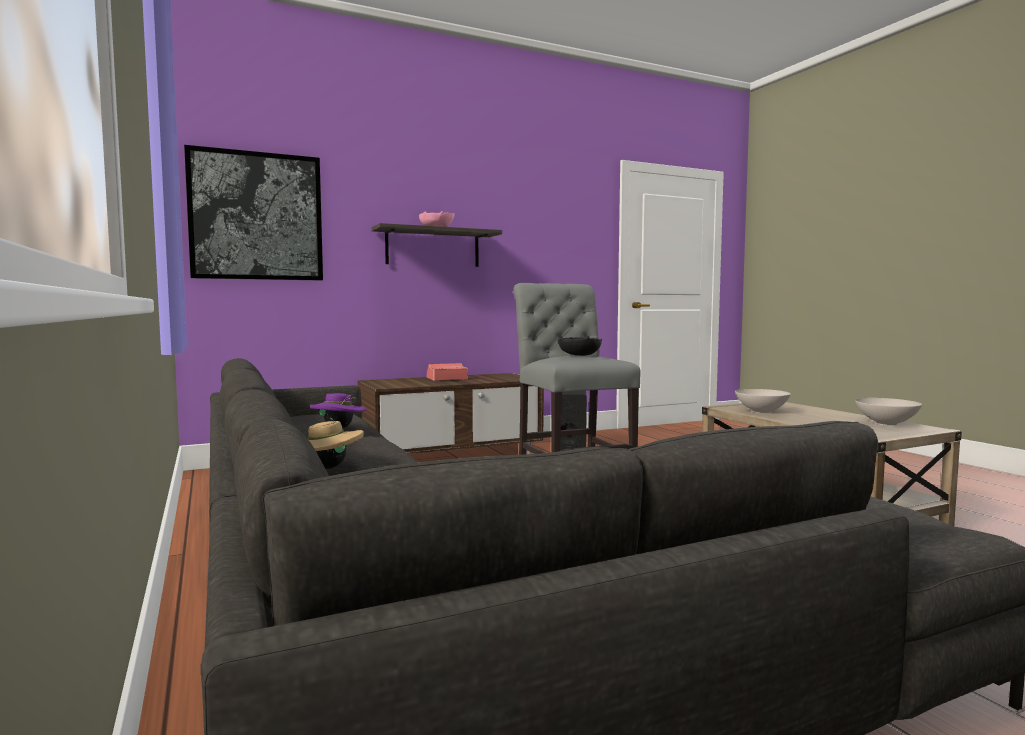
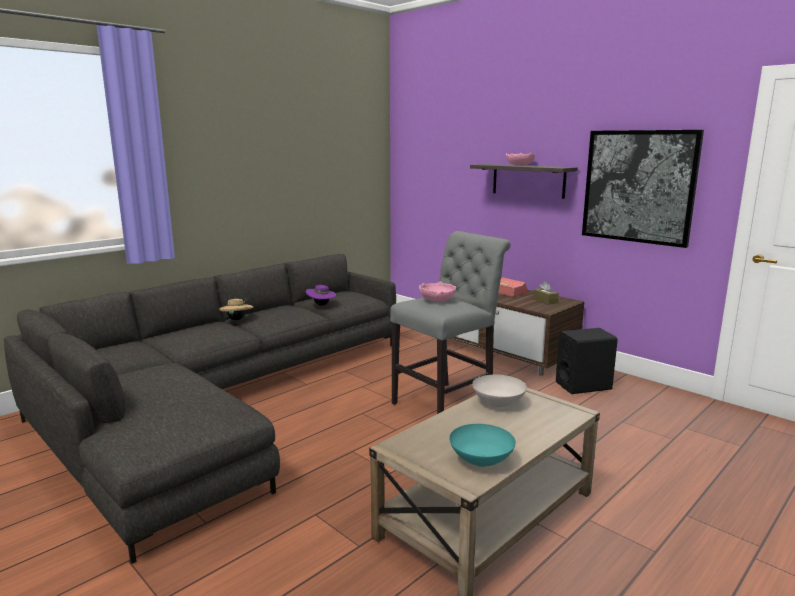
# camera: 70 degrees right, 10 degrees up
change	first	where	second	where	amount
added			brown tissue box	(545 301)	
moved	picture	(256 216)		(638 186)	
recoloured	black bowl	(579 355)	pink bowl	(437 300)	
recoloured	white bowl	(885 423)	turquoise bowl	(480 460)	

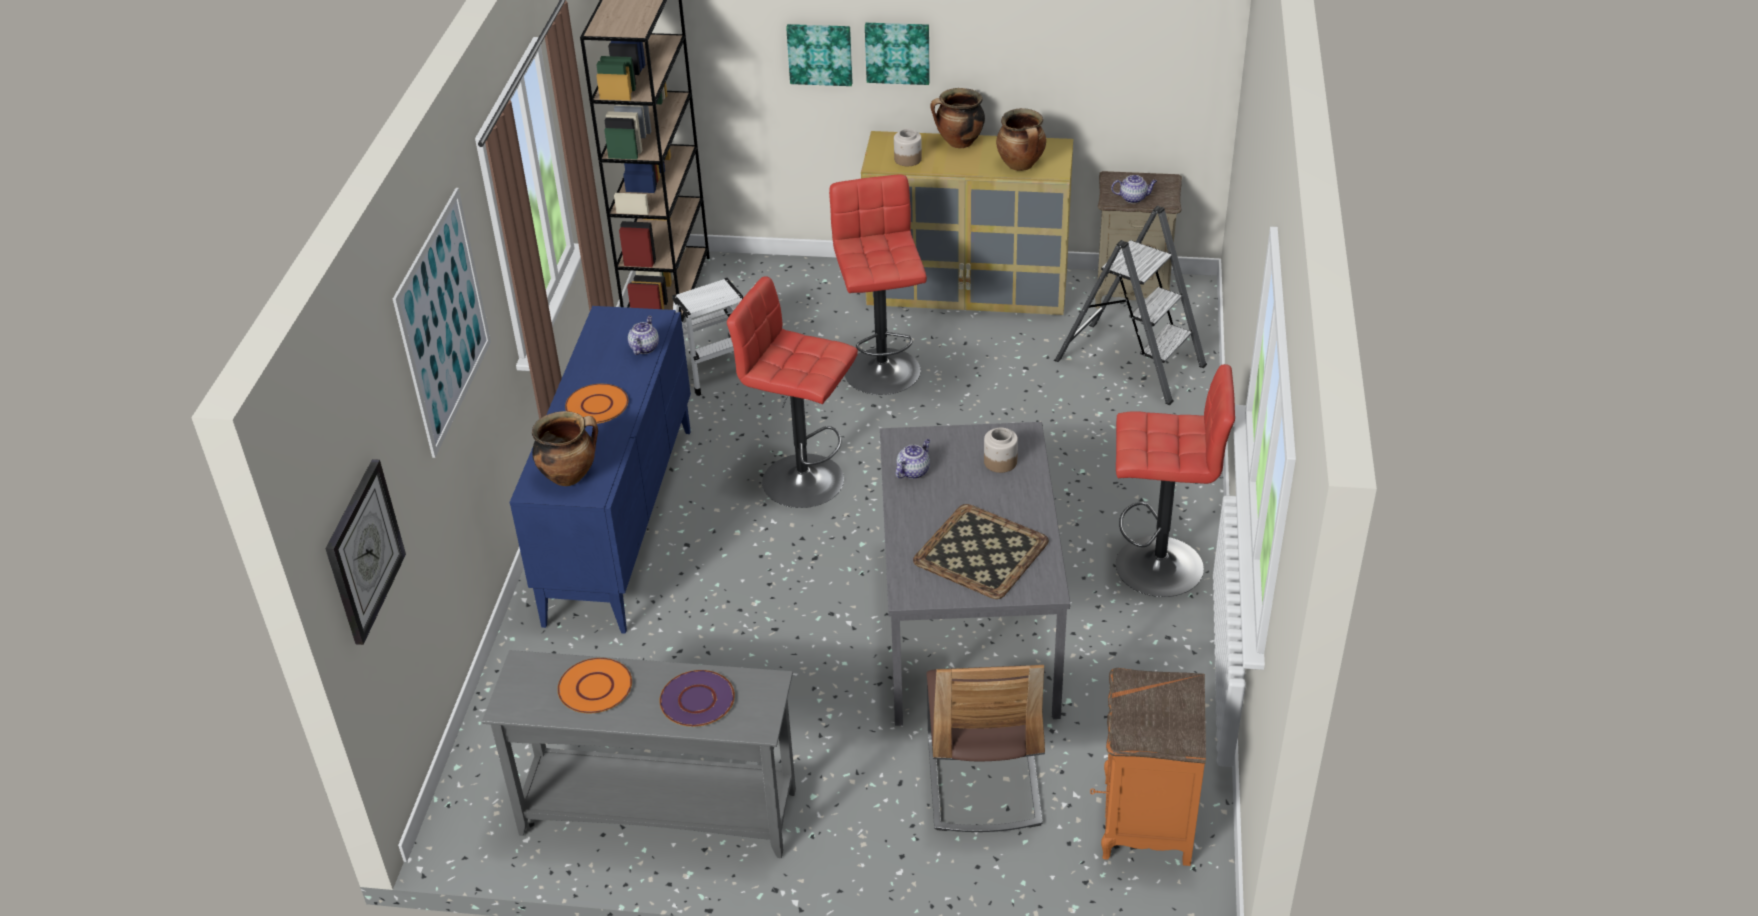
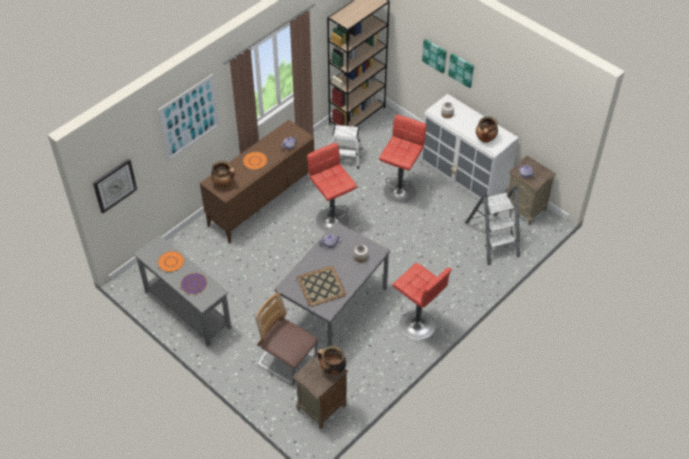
# camera: 35 degrees right, 10 degrees up
change	first	where	second	where	amount
moved	cooking pot	(958 143)		(332 369)	
recoloured	blue dresser	(619 522)	brown dresser	(262 201)	
recoloured	yellow cabinet	(968 290)	white cabinet	(464 173)	
recoloured	orange nightstand	(1144 823)	beige nightstand	(321 407)	
turned	chair	(983 780)		(287 361)	90 degrees clockwise

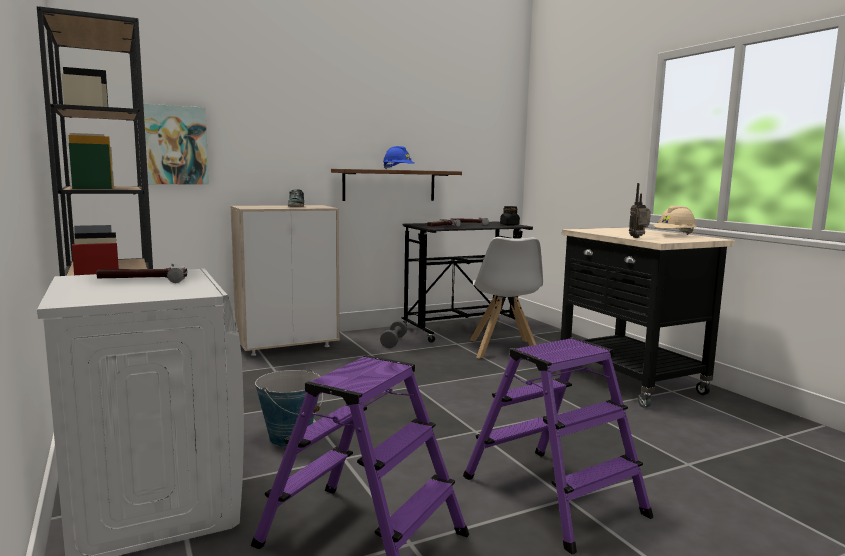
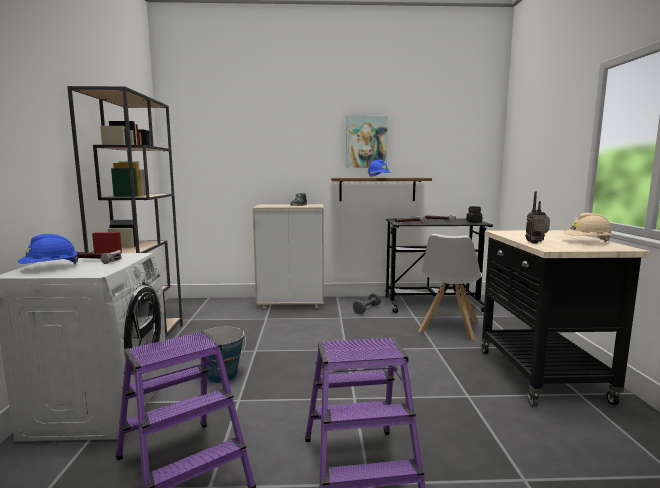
# camera: 25 degrees right, 0 degrees up
change	first	where	second	where	amount
added			blue hard hat	(50 268)	
moved	picture	(174 145)		(366 142)	

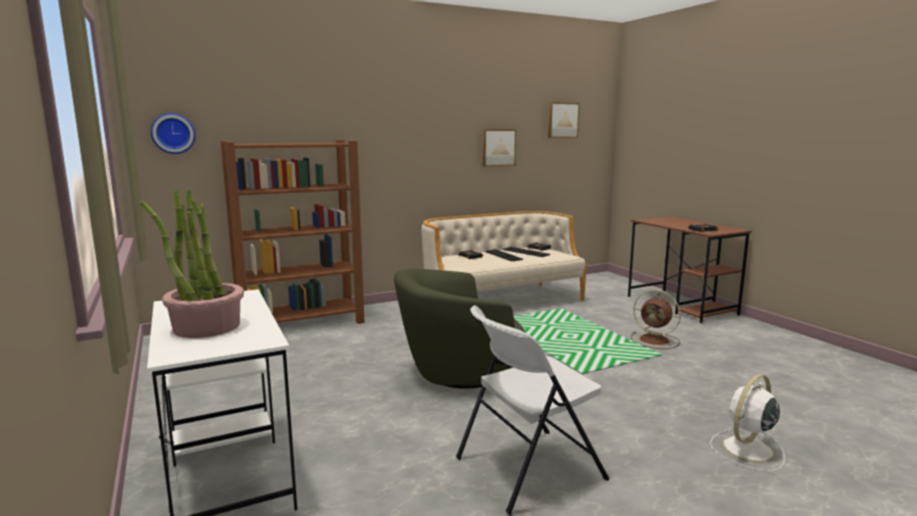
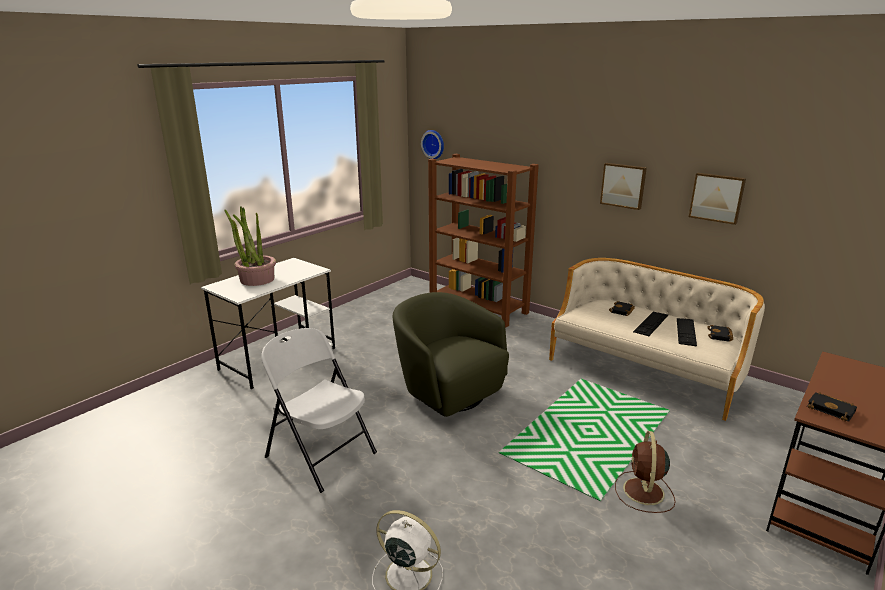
# camera: 65 degrees right, 10 degrees up
change	first	where	second	where	amount
moved	picture	(562 120)		(623 185)	

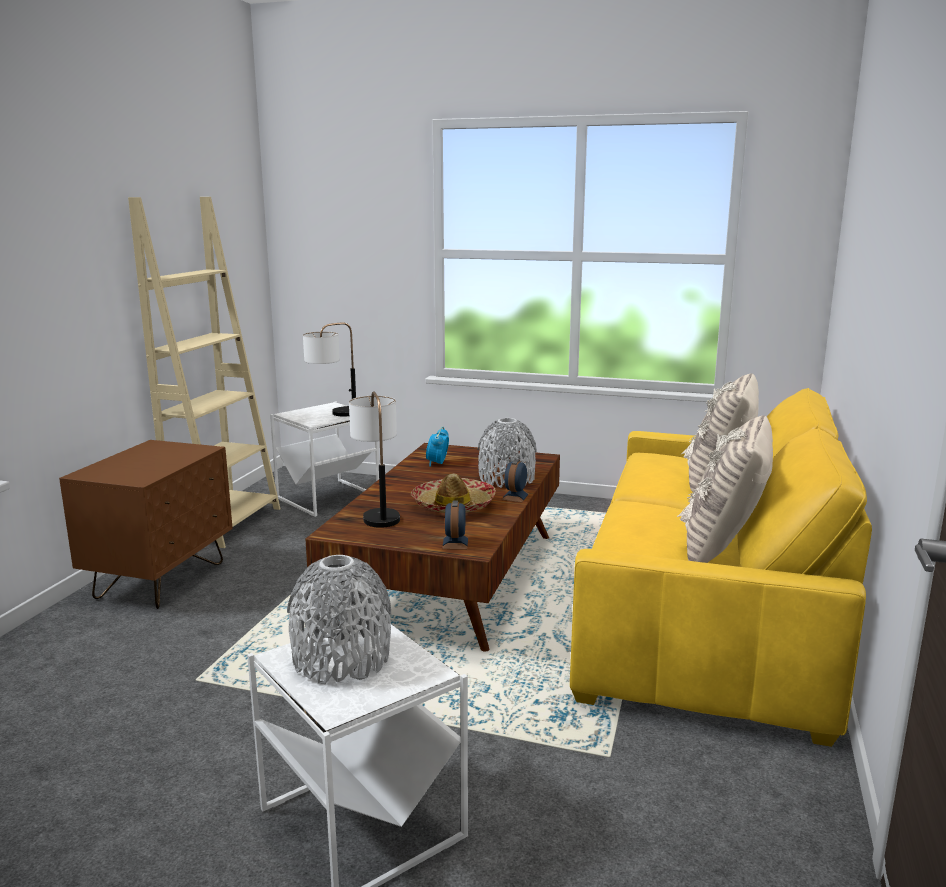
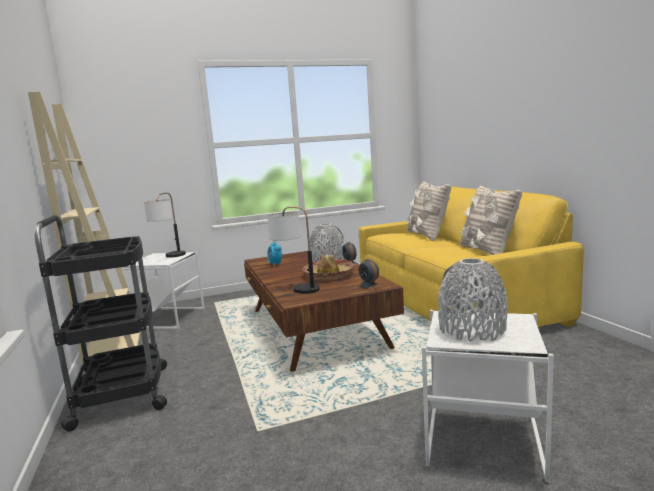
# camera: 35 degrees left, 5 degrees down
change	first	where	second	where	amount
replaced	brown nightstand	(161 580)	black cart	(122 395)	

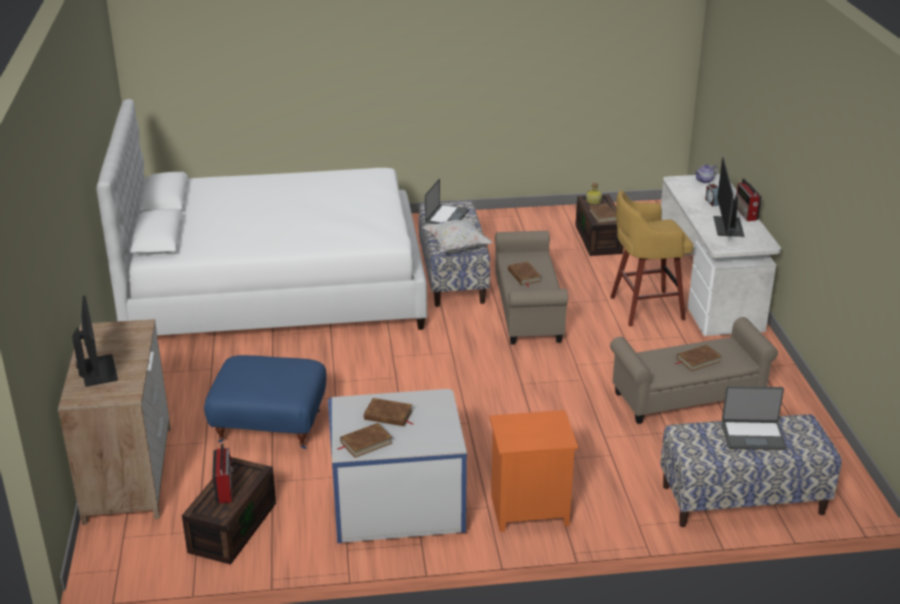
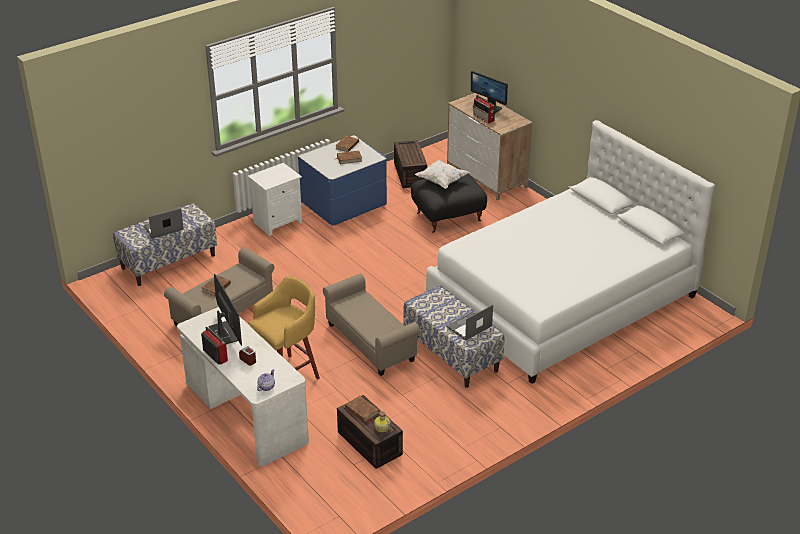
# camera: 150 degrees right, 5 degrees up
change	first	where	second	where	amount
removed	brown book	(524 276)			
moved	radio	(224 488)		(484 118)	
moved	white pillow	(457 246)		(441 181)	
recoloured	blue ottoman	(269 428)	black ottoman	(448 216)	
recoloured	orange nightstand	(528 511)	white nightstand	(278 222)	
turned	laptop	(447 216)		(469 327)	60 degrees clockwise

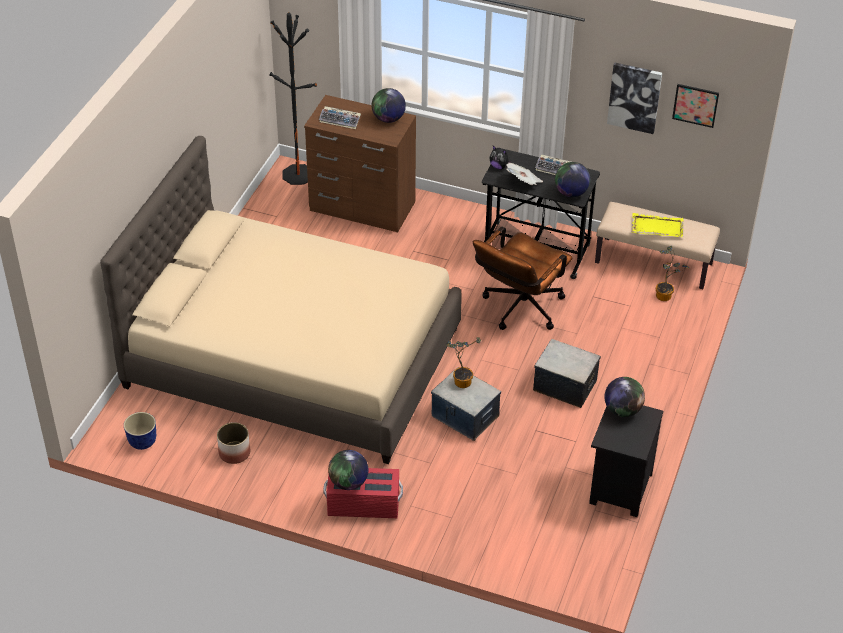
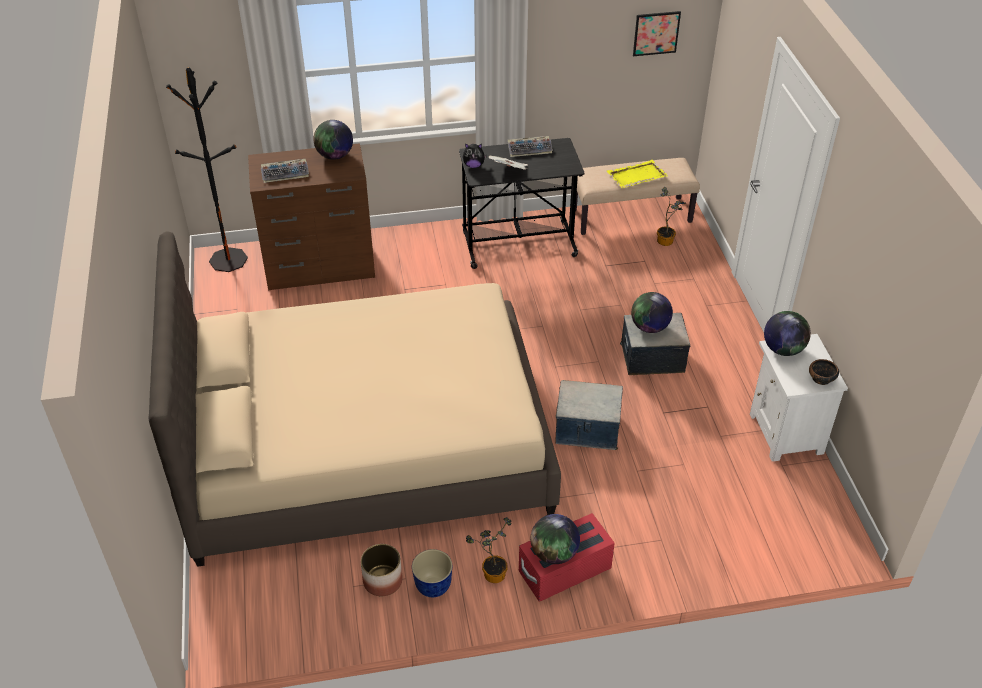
# camera: 30 degrees left, 0 degrees up
change	first	where	second	where	amount
removed	brown office chair	(518 310)			
removed	picture	(634 97)			
added			bowl	(821 379)	
moved	planter	(142 442)		(432 586)	
moved	potted plant	(461 380)		(491 573)	
moved	globe	(571 193)		(649 327)	
recoloured	black nightstand	(618 489)	white nightstand	(784 434)	

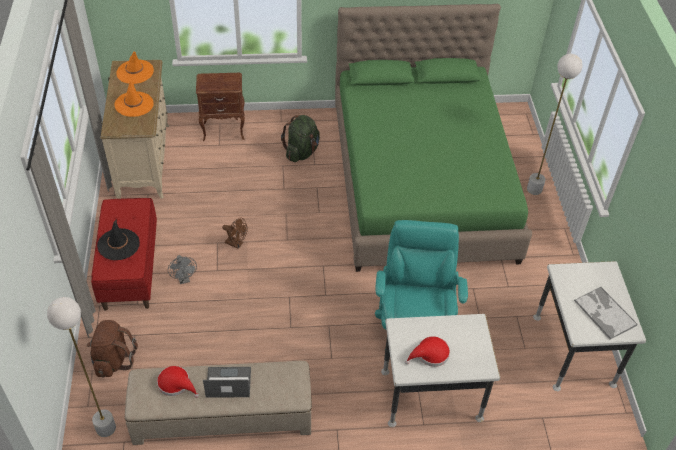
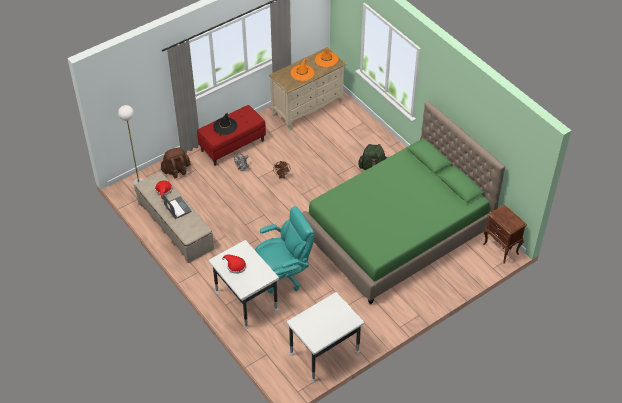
# camera: 60 degrees right, 0 degrees up
change	first	where	second	where	amount
removed	white floor lamp	(534 189)			
removed	tray	(604 313)			
moved	brown nightstand	(224 131)		(501 249)	

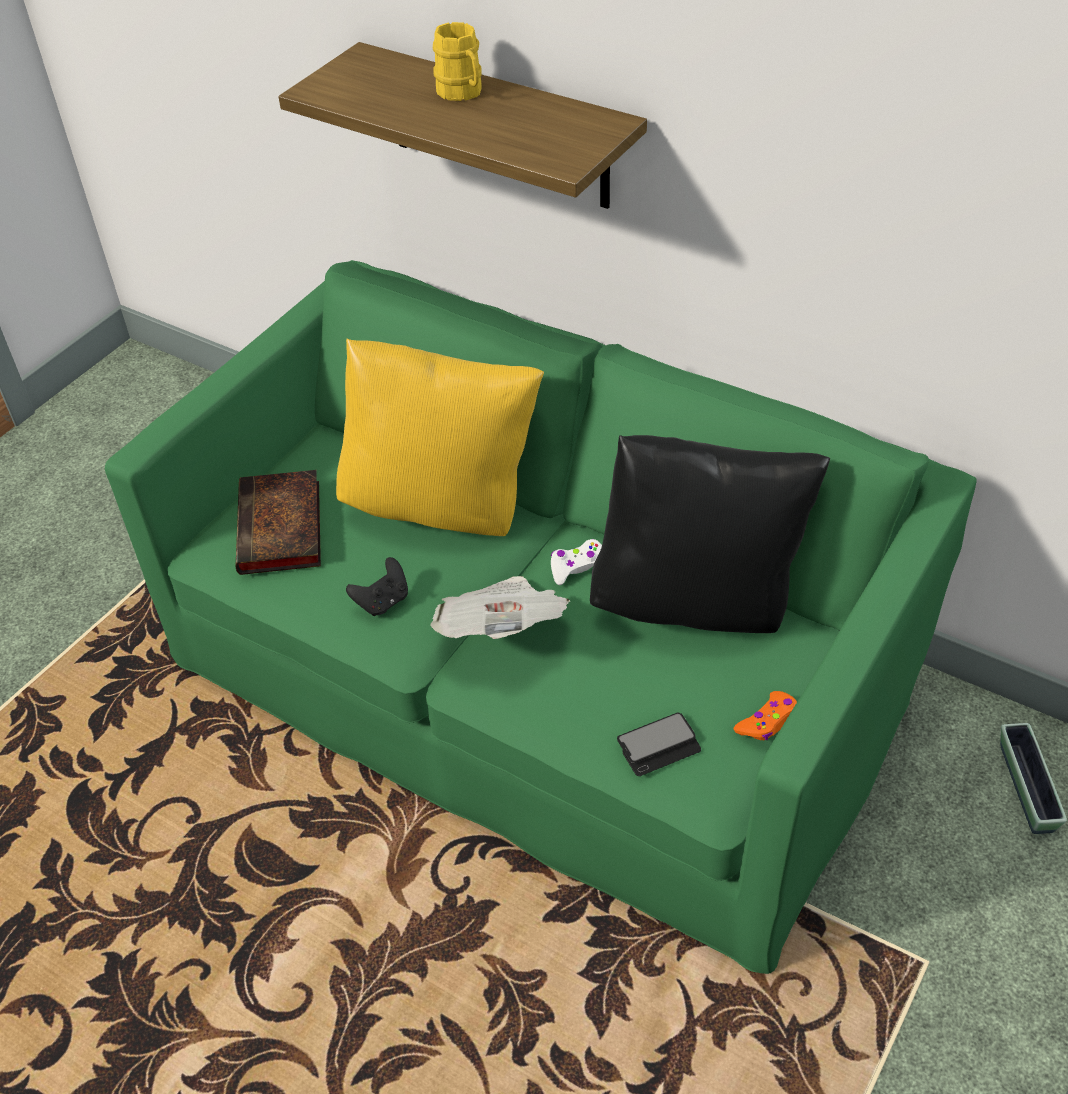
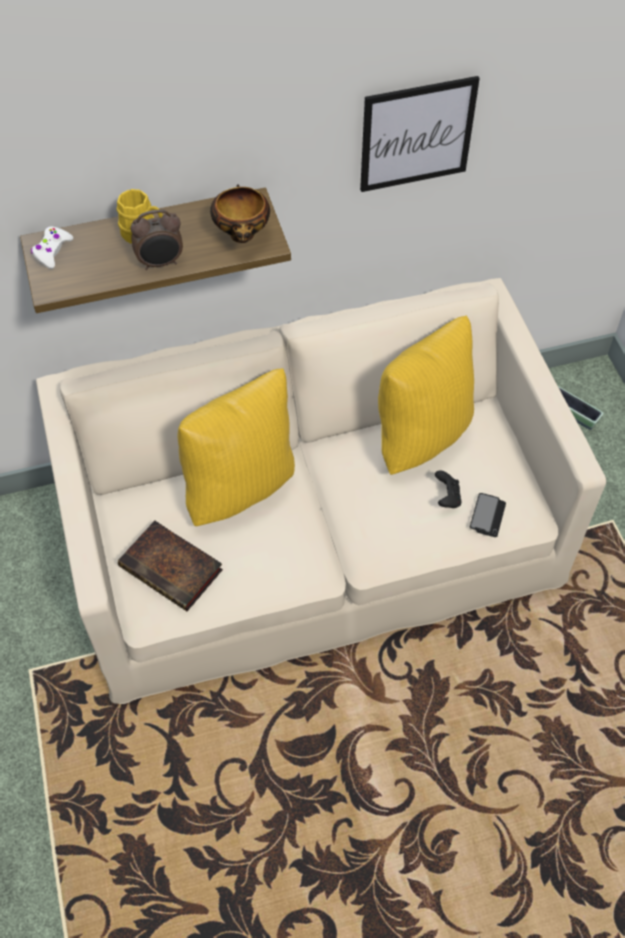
# camera: 50 degrees left, 10 degrees up
change	first	where	second	where	amount
removed	newspaper	(502 631)			
removed	orange game controller	(768 721)			
added			alarm clock	(161 263)	
added			bowl	(243 236)	
added			picture	(417 134)	
moved	black game controller	(383 601)		(447 498)	
moved	white game controller	(578 567)		(52 251)	
recoloured	green sofa	(540 670)	beige sofa	(312 536)	
recoloured	black pillow	(697 603)	yellow pillow	(421 434)	

